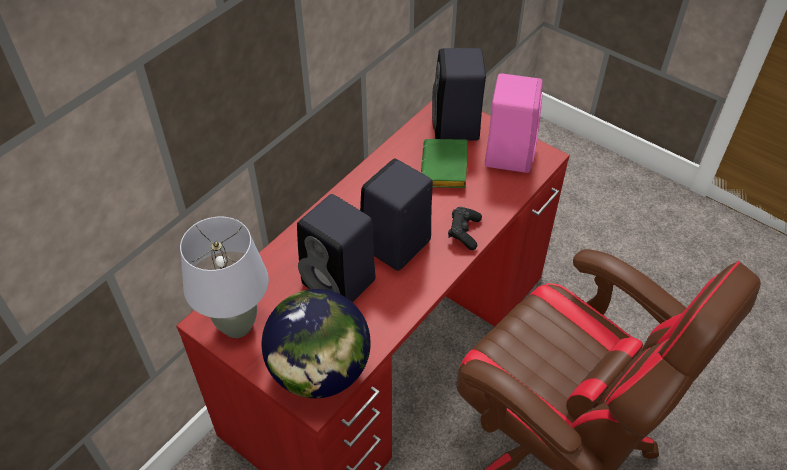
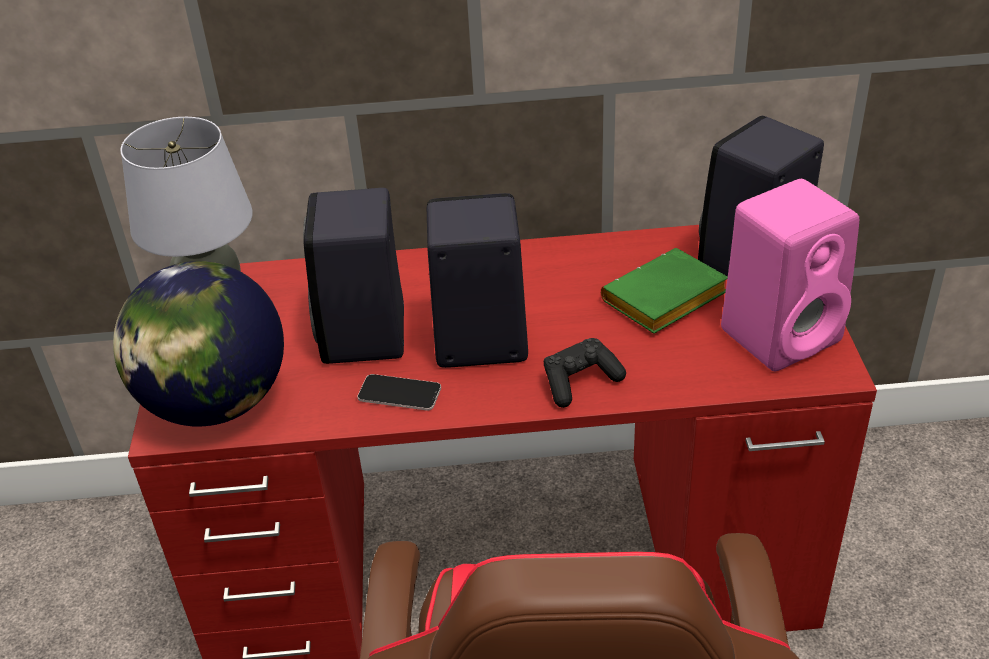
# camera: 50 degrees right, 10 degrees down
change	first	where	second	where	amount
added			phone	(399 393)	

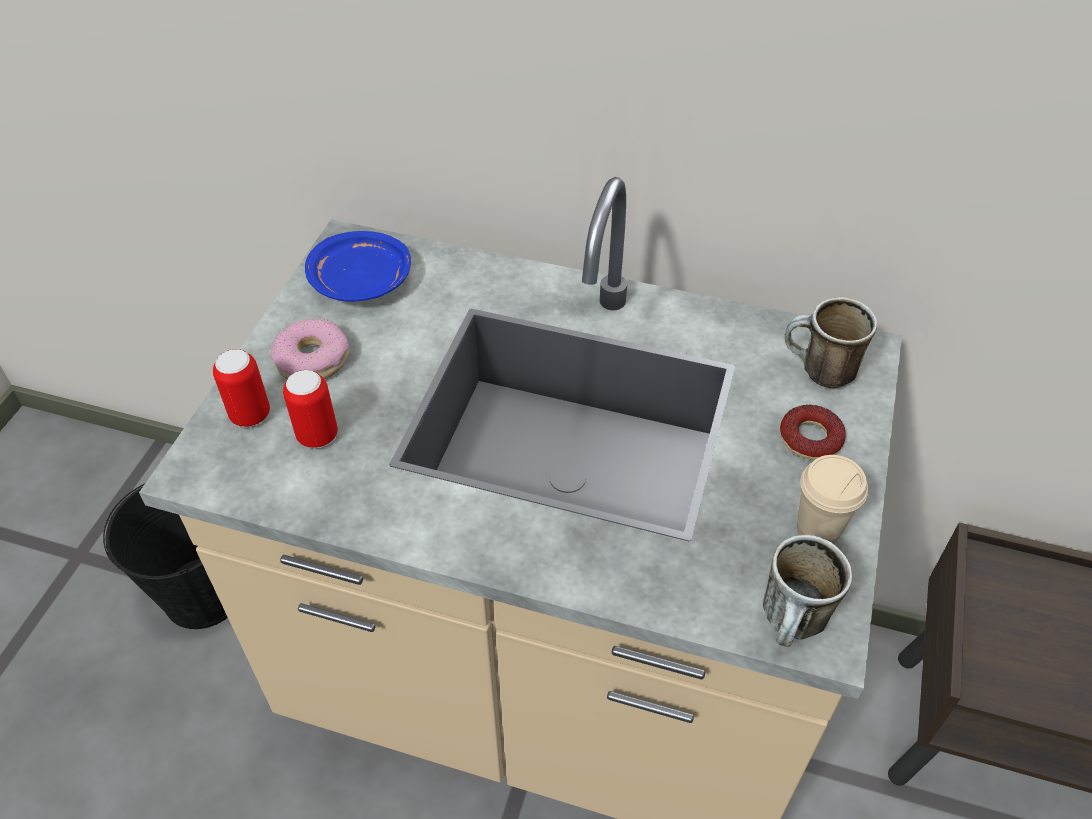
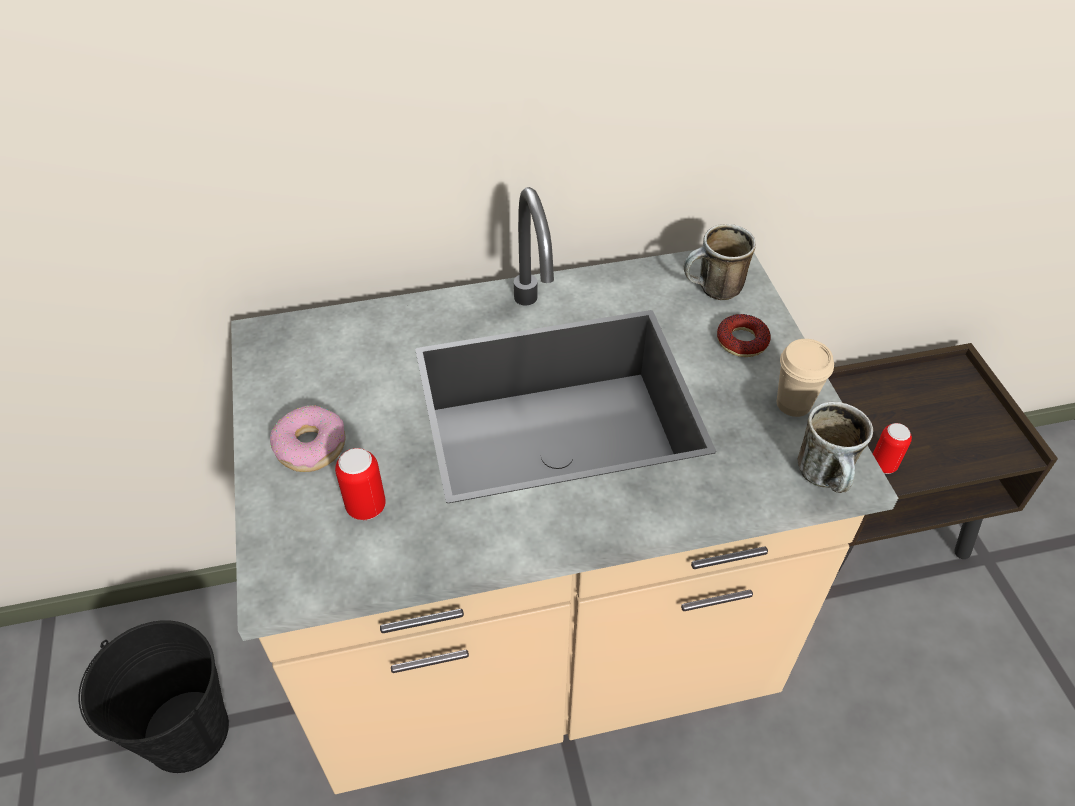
# camera: 30 degrees left, 0 degrees up
change	first	where	second	where	amount
removed	blue plate	(362 281)			
moved	can	(250 415)		(883 465)	

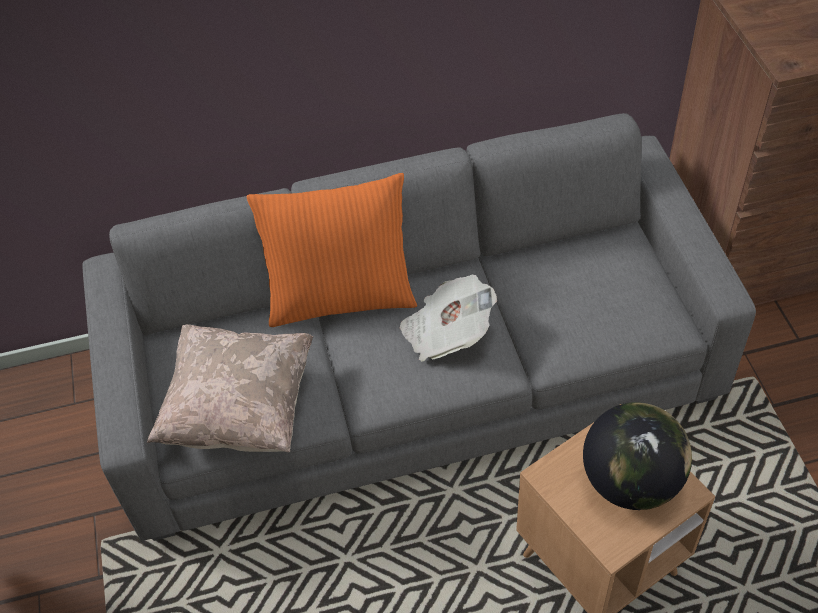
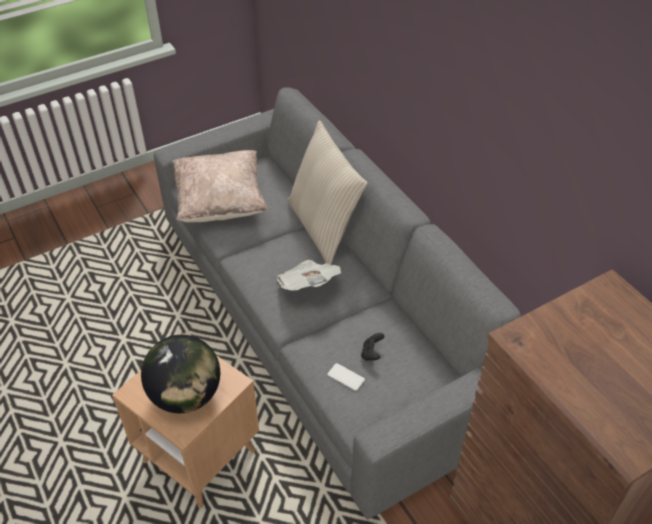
# camera: 70 degrees right, 5 degrees down
change	first	where	second	where	amount
added			phone	(346 377)	
added			black game controller	(371 353)	
recoloured	orange pillow	(341 297)	beige pillow	(324 228)	

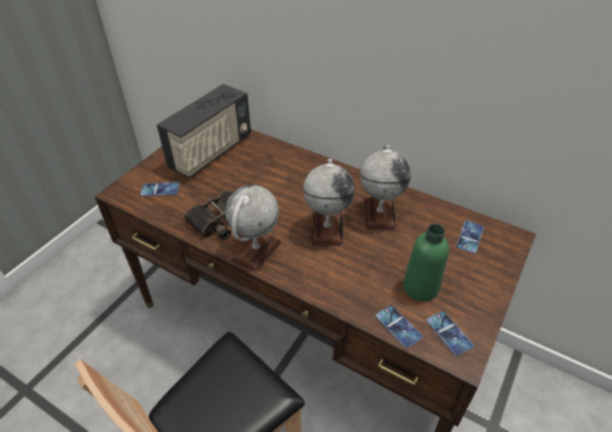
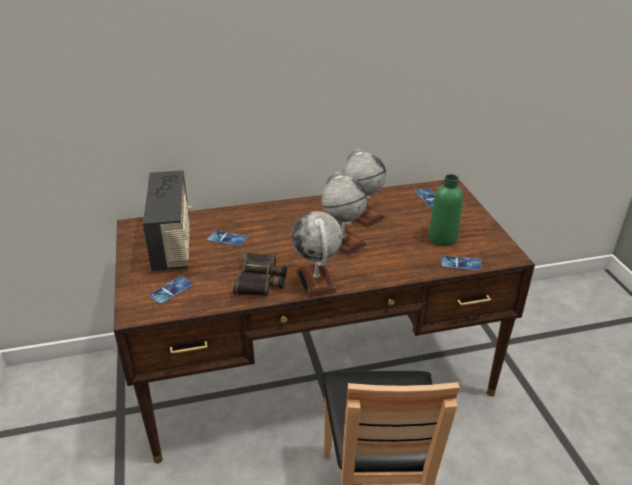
# camera: 45 degrees left, 10 degrees down
change	first	where	second	where	amount
moved	phone	(449 333)		(227 238)	

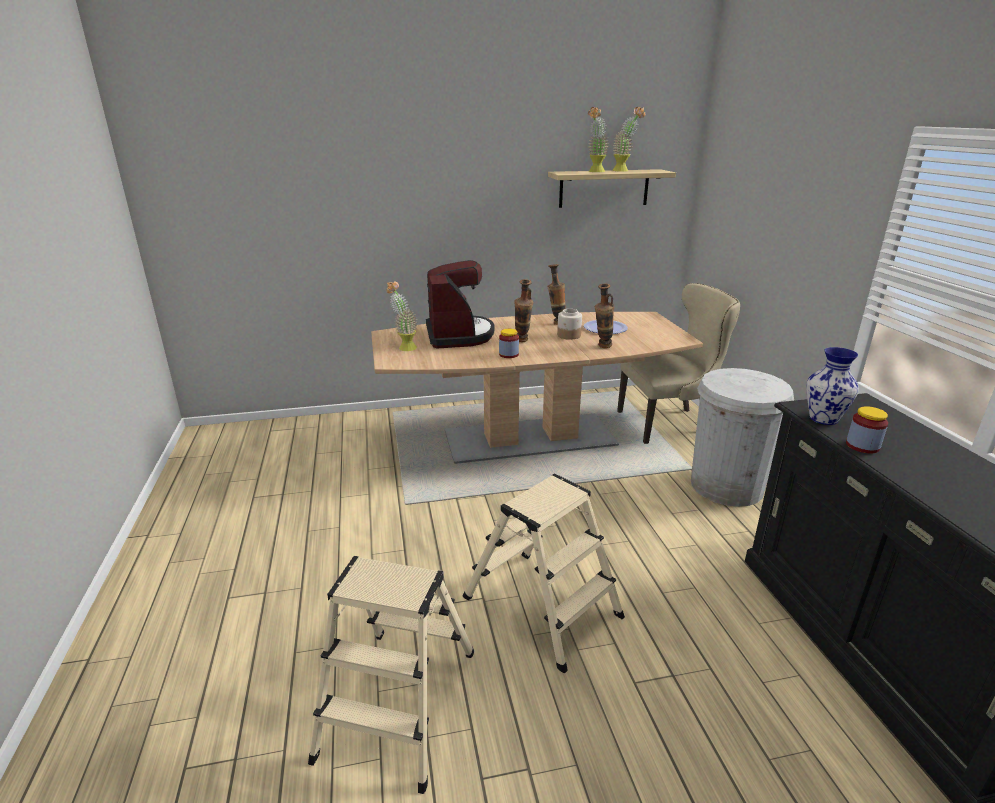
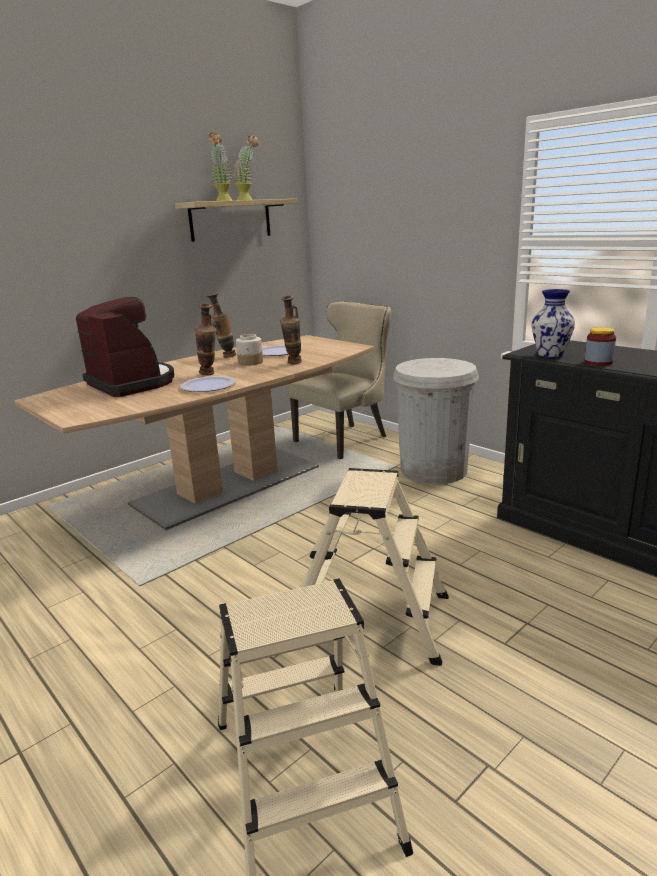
# camera: 30 degrees left, 5 degrees down
change	first	where	second	where	amount
removed	potted plant	(404 347)			
replaced	jar	(508 354)	plate	(208 386)	

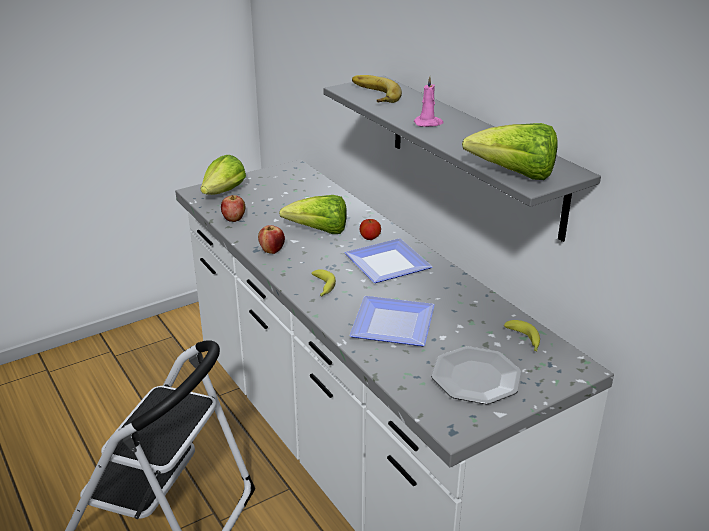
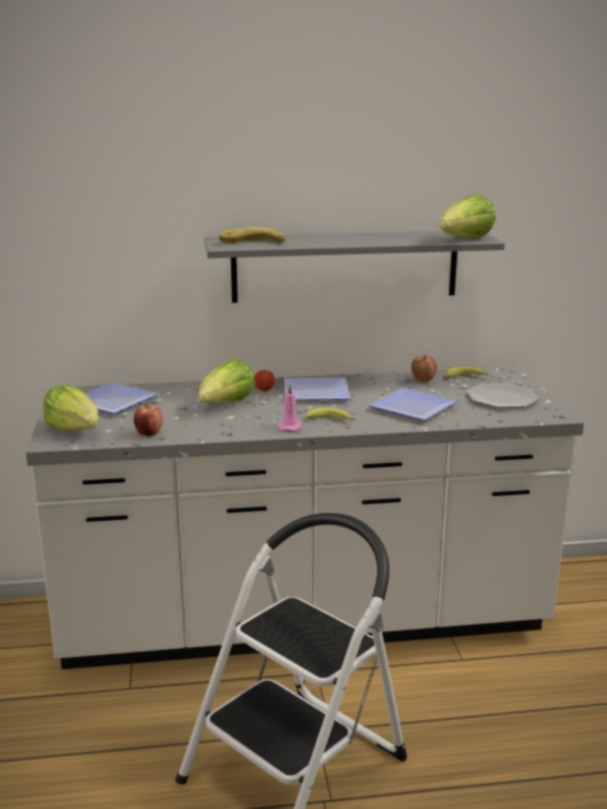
# camera: 65 degrees left, 10 degrees down
change	first	where	second	where	amount
added			plate	(116 401)	
moved	apple	(272 250)		(423 380)	
moved	pink candle	(428 123)		(290 427)	

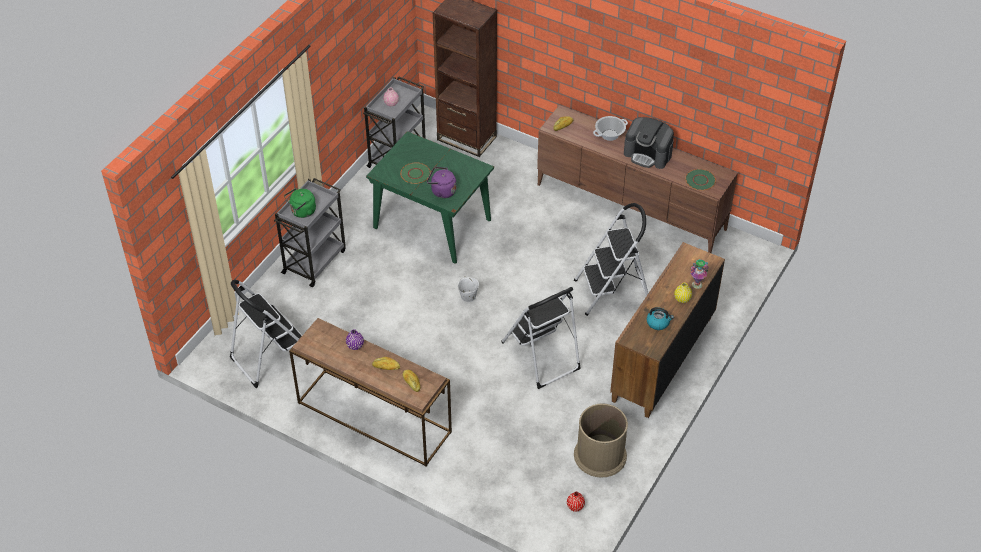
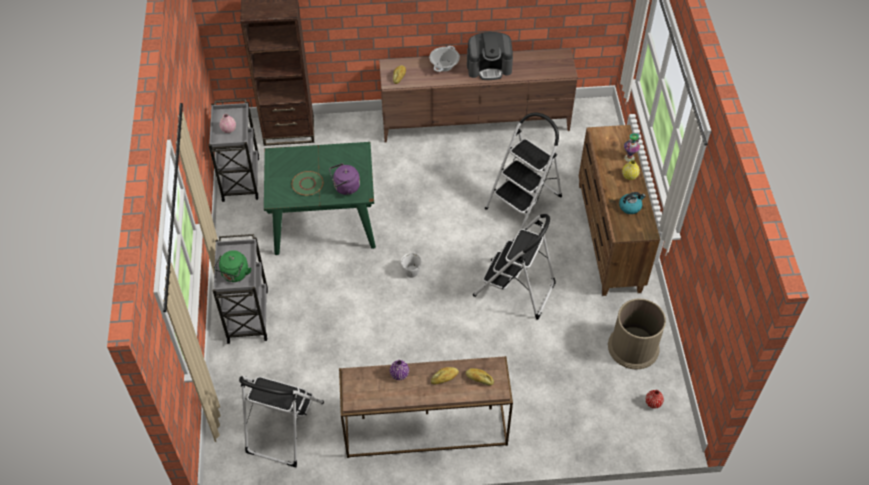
# camera: 35 degrees left, 5 degrees up
change	first	where	second	where	amount
removed	green plate	(700 180)			

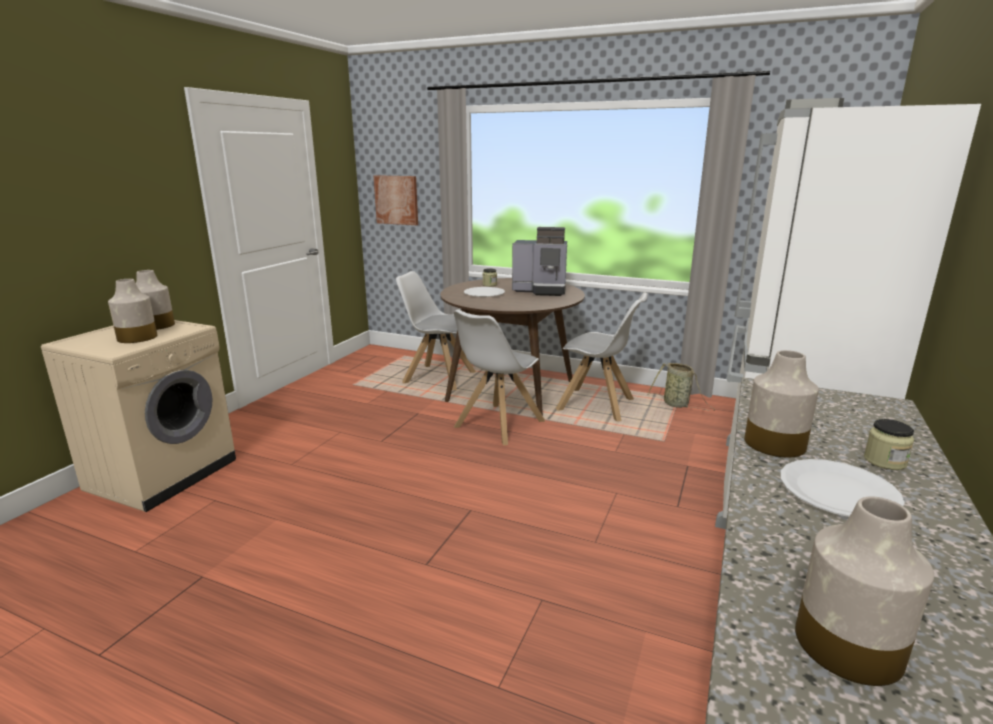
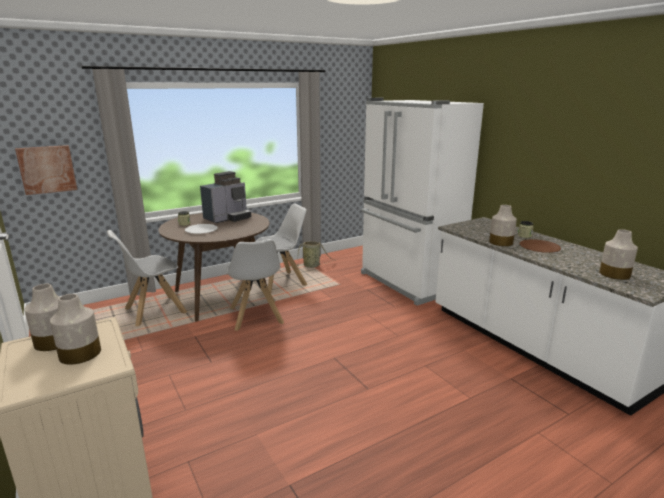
# camera: 55 degrees left, 0 degrees up
change	first	where	second	where	amount
recoloured	white plate	(838 491)	brown plate	(539 247)	

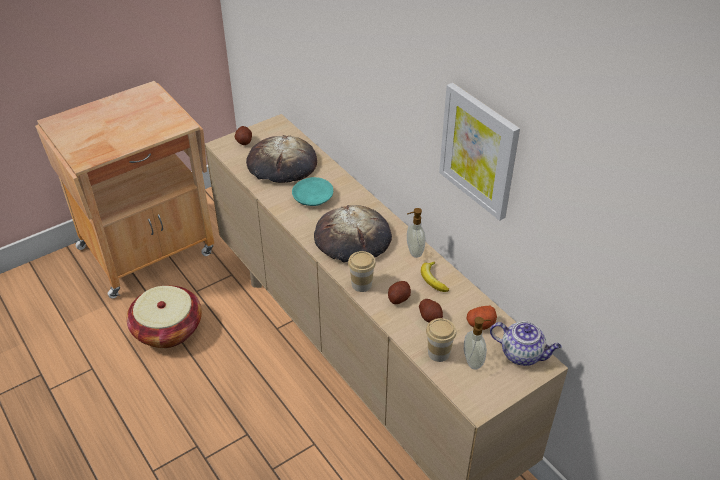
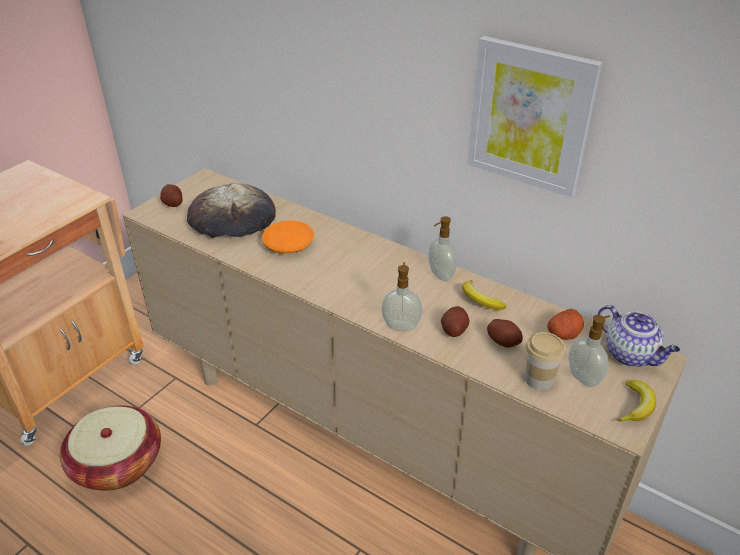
# camera: 20 degrees left, 5 degrees down
change	first	where	second	where	amount
removed	bread	(352 239)			
added			banana	(635 406)	
replaced	cup	(361 284)	soap dispenser	(401 325)	
recoloured	turquoise plate	(312 197)	orange plate	(288 245)	
turned	teapot	(522 354)		(631 355)	45 degrees clockwise

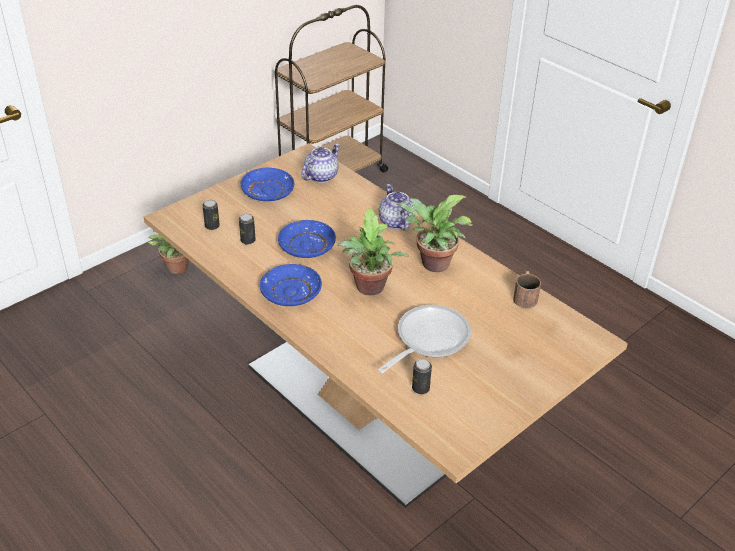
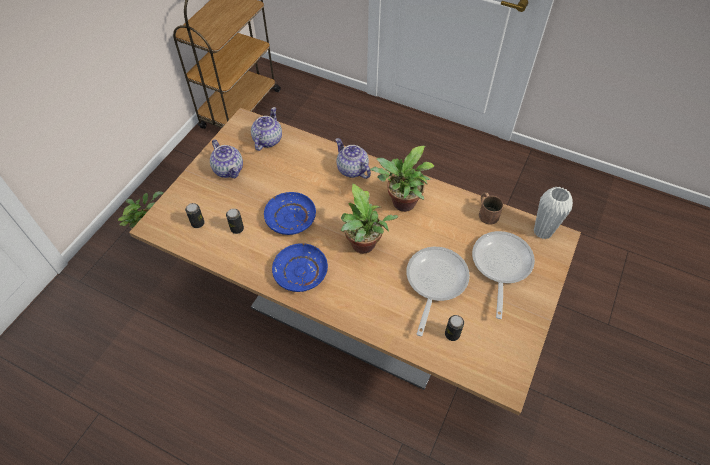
# camera: 20 degrees left, 15 degrees up
change	first	where	second	where	amount
added			frying pan	(500 266)	
added			white vase	(542 232)	
replaced	blue plate	(268 191)	teapot	(229 169)	

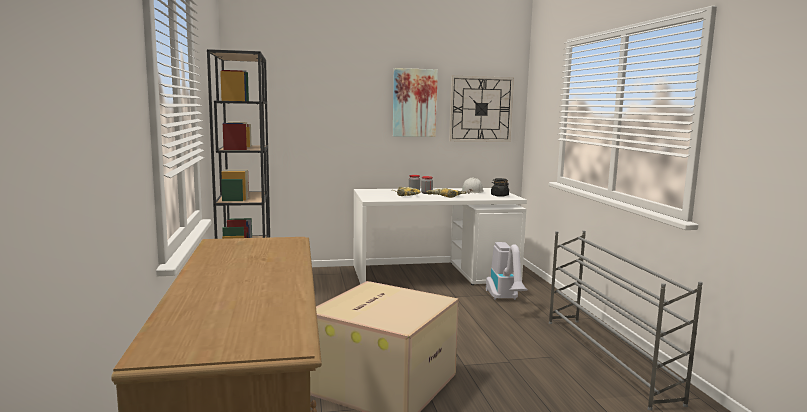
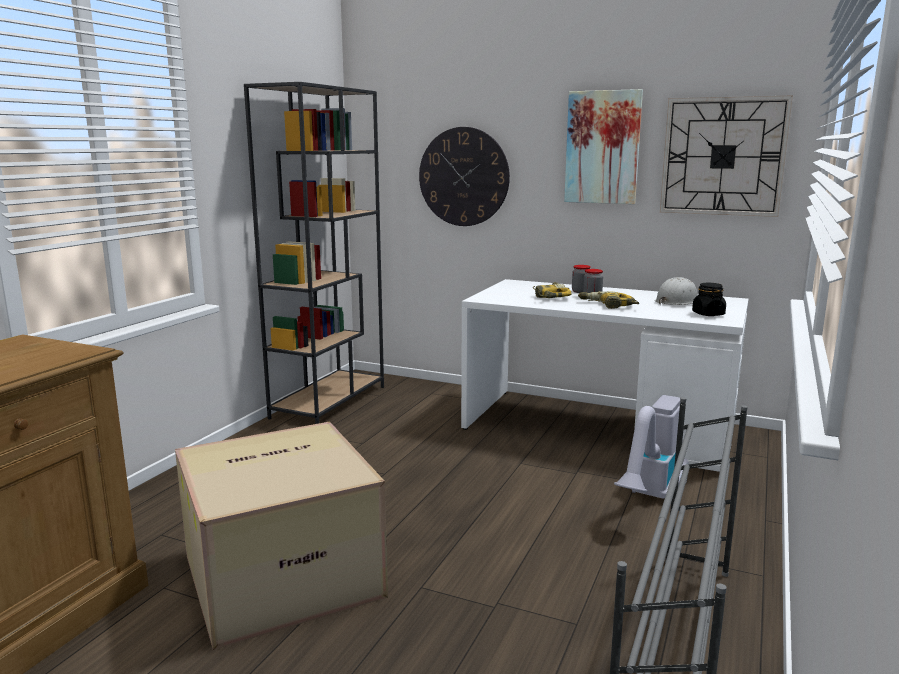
# camera: 35 degrees right, 5 degrees up
change	first	where	second	where	amount
added			wall clock	(463 177)	

